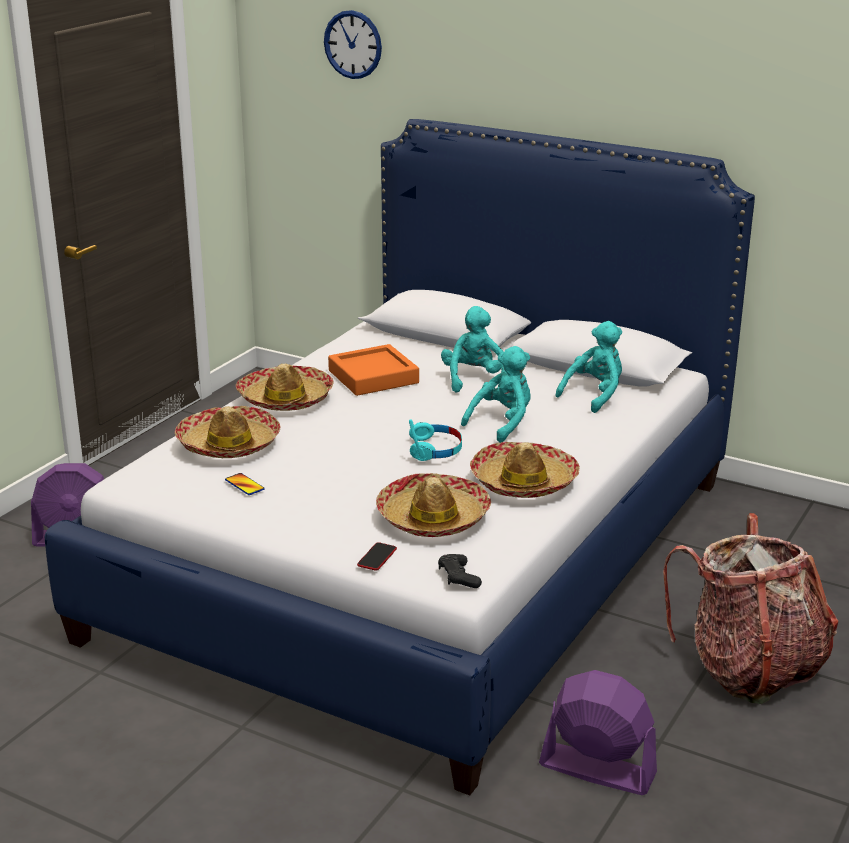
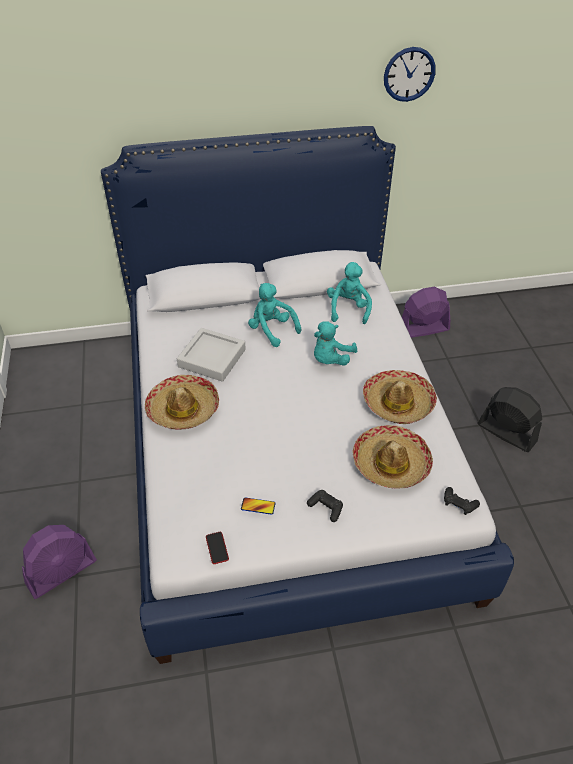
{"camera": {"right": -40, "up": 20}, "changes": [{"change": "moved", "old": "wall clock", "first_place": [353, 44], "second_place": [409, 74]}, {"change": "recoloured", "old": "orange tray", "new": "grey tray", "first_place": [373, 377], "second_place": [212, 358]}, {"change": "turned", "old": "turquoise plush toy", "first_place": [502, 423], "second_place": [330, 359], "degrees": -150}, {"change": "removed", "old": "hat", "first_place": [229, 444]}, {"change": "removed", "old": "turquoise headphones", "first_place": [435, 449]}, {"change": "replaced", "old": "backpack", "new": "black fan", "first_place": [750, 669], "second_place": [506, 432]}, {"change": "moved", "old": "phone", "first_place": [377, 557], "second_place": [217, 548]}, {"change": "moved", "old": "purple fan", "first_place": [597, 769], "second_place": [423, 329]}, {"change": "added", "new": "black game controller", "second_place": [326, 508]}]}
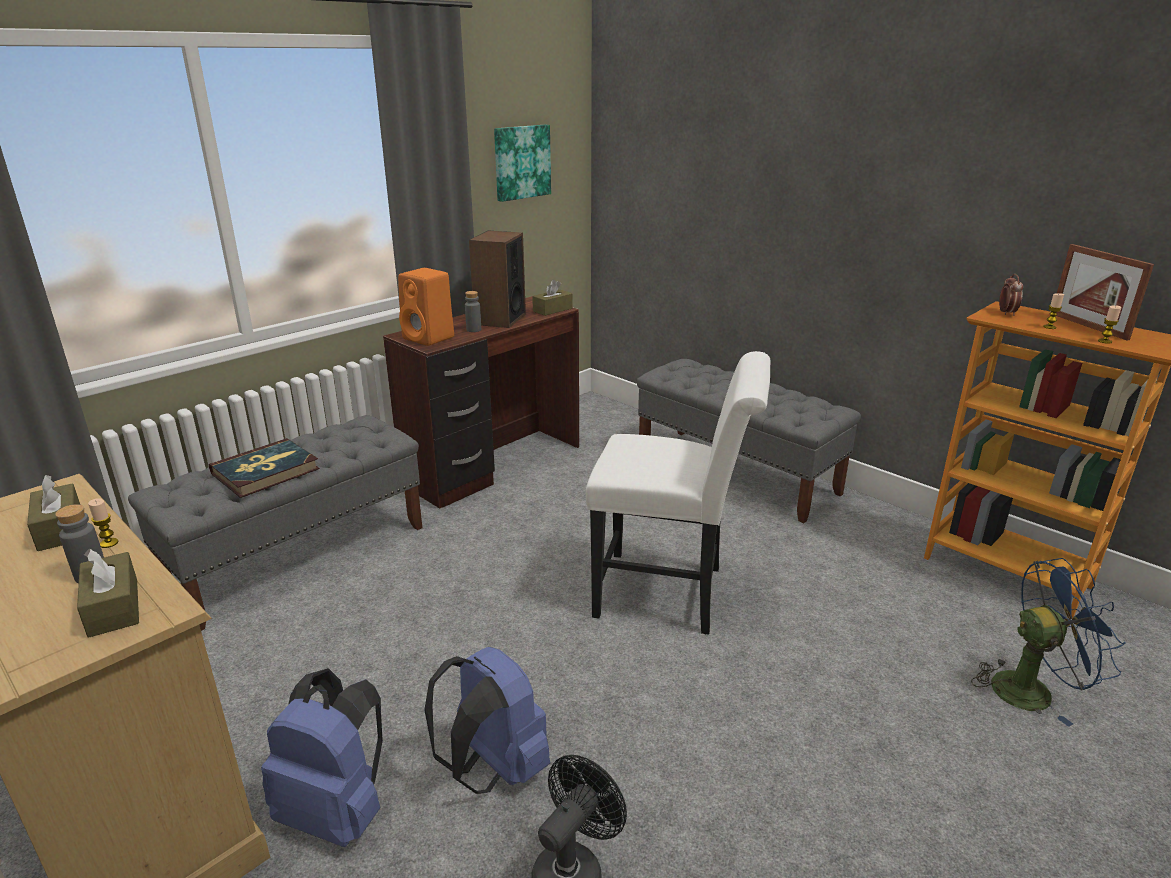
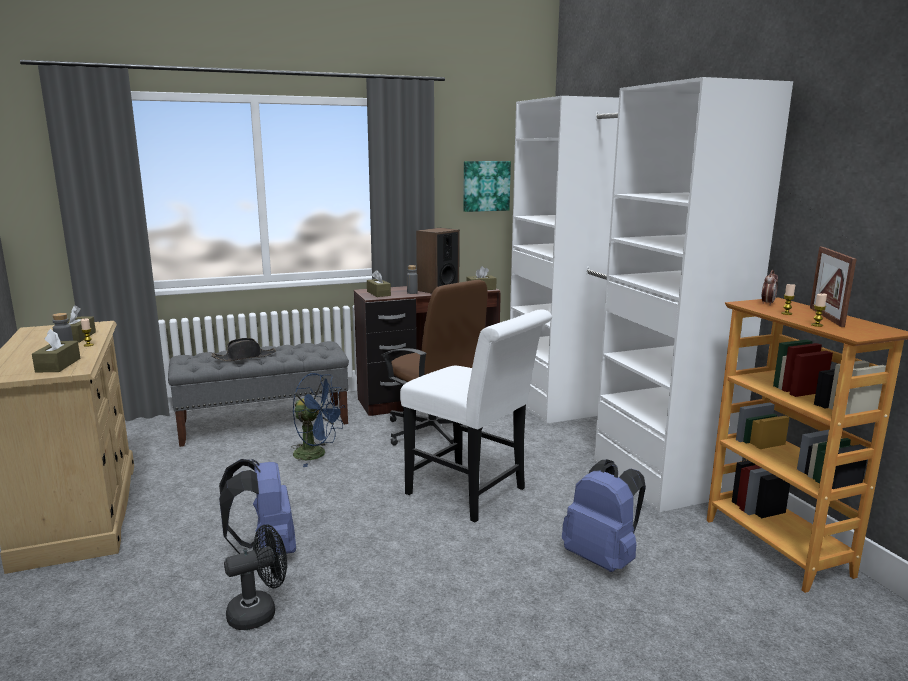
{"camera": {"right": 25, "up": -10}, "changes": [{"change": "replaced", "old": "orange speaker", "new": "brown tissue box", "first_place": [430, 338], "second_place": [378, 293]}, {"change": "replaced", "old": "grey bench", "new": "white wardrobe", "first_place": [736, 473], "second_place": [603, 436]}, {"change": "replaced", "old": "book", "new": "black hat", "first_place": [266, 471], "second_place": [244, 357]}, {"change": "moved", "old": "blue fan", "first_place": [1031, 689], "second_place": [317, 454]}, {"change": "moved", "old": "blue backpack", "first_place": [337, 811], "second_place": [602, 558]}, {"change": "added", "new": "brown office chair", "second_place": [433, 432]}]}
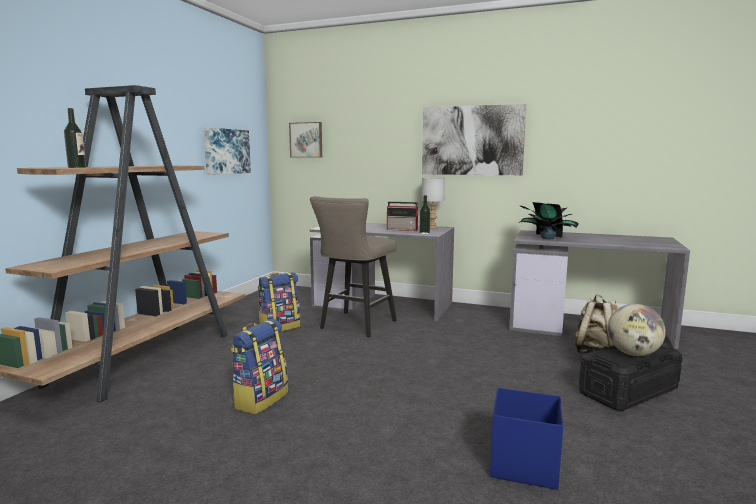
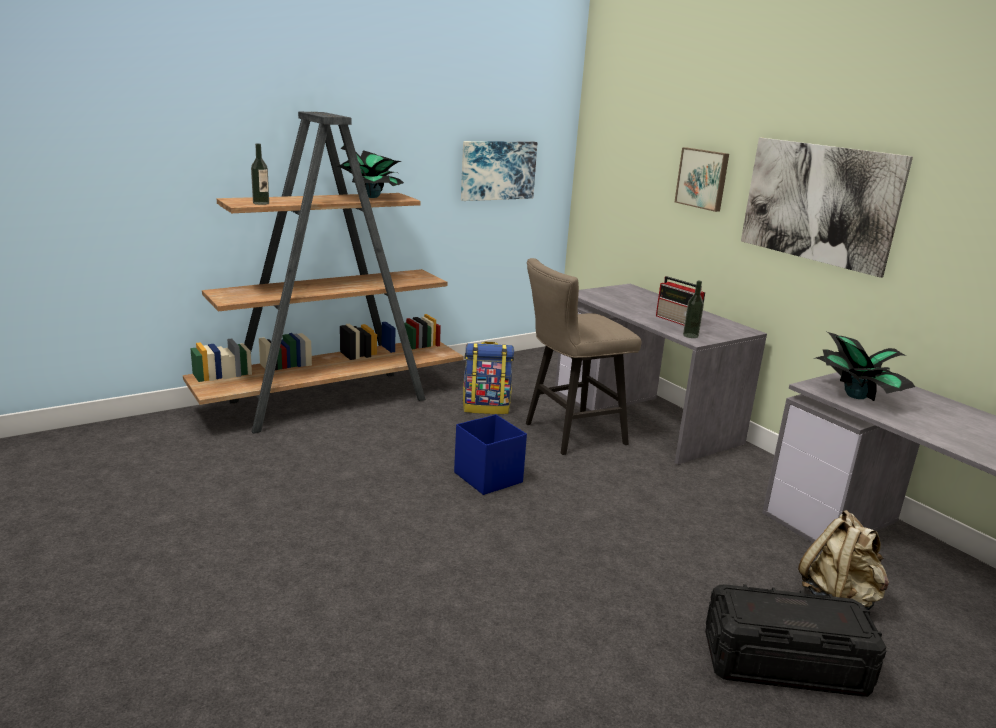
{"camera": {"right": 35, "up": 10}, "changes": [{"change": "moved", "old": "picture", "first_place": [306, 140], "second_place": [703, 178]}, {"change": "removed", "old": "grey table lamp", "first_place": [432, 227]}, {"change": "removed", "old": "globe", "first_place": [633, 354]}, {"change": "removed", "old": "backpack", "first_place": [260, 399]}, {"change": "moved", "old": "blue storage box", "first_place": [522, 465], "second_place": [488, 477]}, {"change": "added", "new": "potted plant", "second_place": [371, 196]}]}
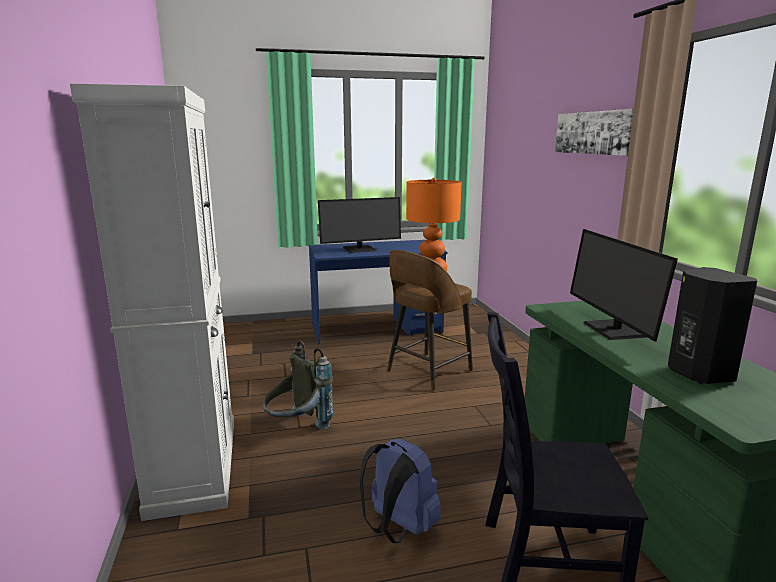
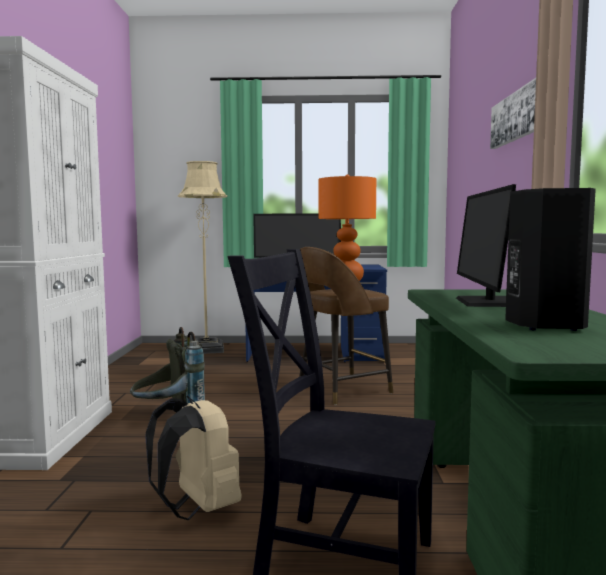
{"camera": {"right": 15, "up": -10}, "changes": [{"change": "recoloured", "old": "blue backpack", "new": "beige backpack", "first_place": [398, 528], "second_place": [198, 509]}, {"change": "added", "new": "beige floor lamp", "second_place": [206, 349]}]}
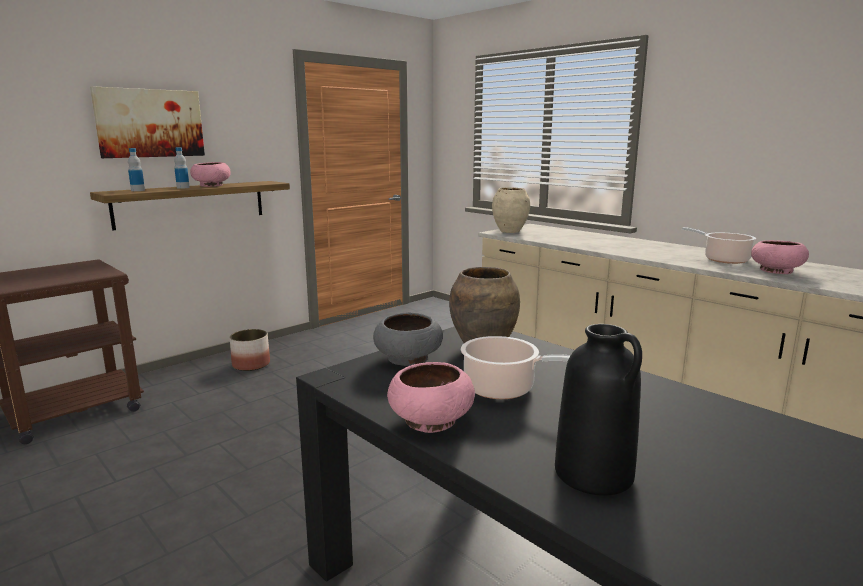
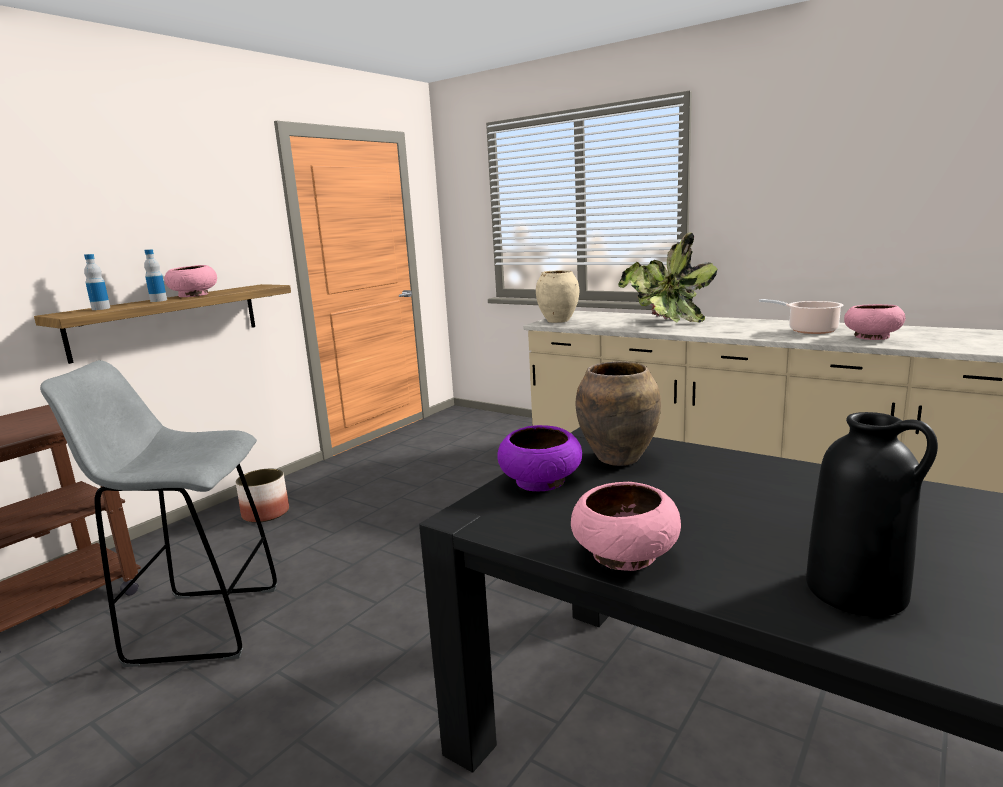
{"camera": {"right": -10, "up": 0}, "changes": [{"change": "removed", "old": "picture", "first_place": [150, 123]}, {"change": "recoloured", "old": "grey bowl", "new": "purple bowl", "first_place": [408, 359], "second_place": [541, 482]}, {"change": "removed", "old": "cooking pot", "first_place": [504, 389]}, {"change": "added", "new": "potted plant", "second_place": [662, 322]}, {"change": "added", "new": "grey stool", "second_place": [200, 625]}]}
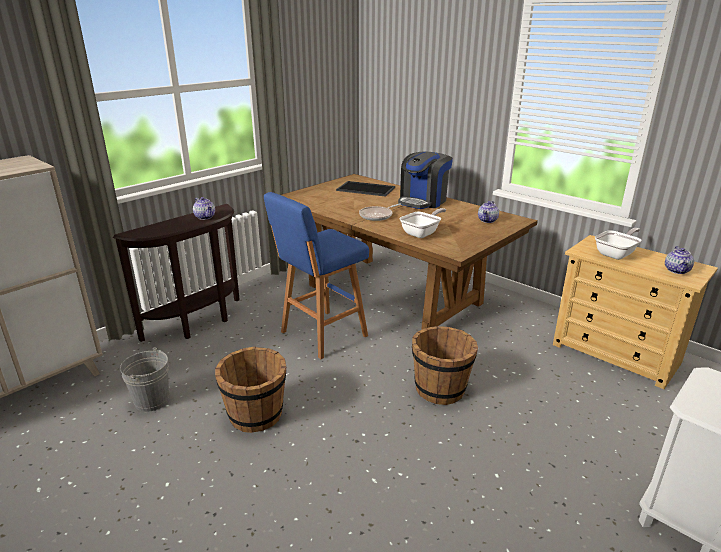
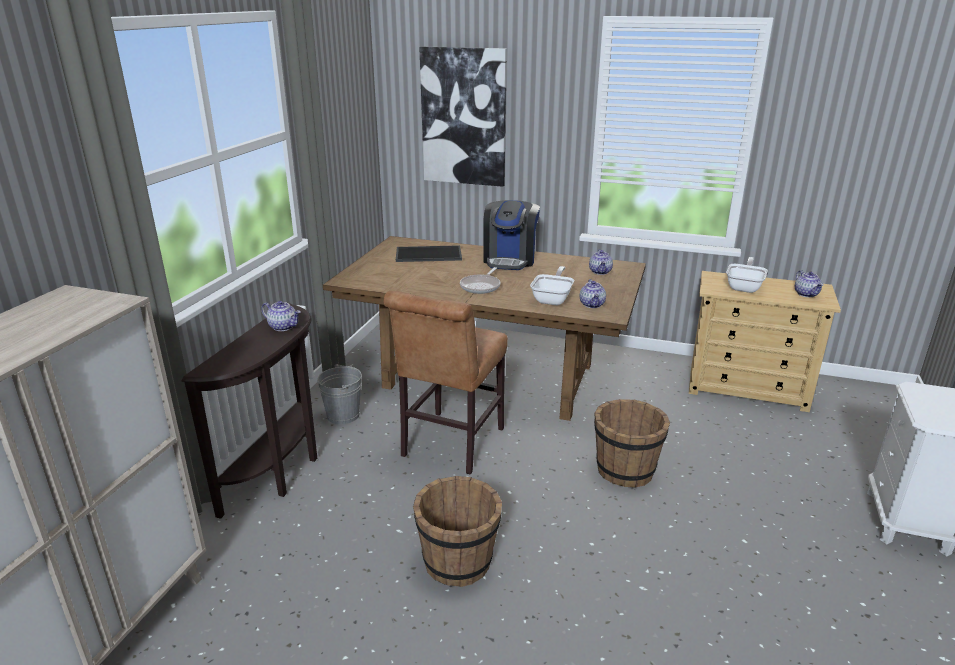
{"camera": {"right": -25, "up": 0}, "changes": [{"change": "replaced", "old": "blue stool", "new": "brown chair", "first_place": [321, 335], "second_place": [450, 445]}, {"change": "moved", "old": "grey bucket", "first_place": [152, 400], "second_place": [343, 415]}, {"change": "added", "new": "picture", "second_place": [464, 117]}, {"change": "added", "new": "teapot", "second_place": [592, 304]}]}
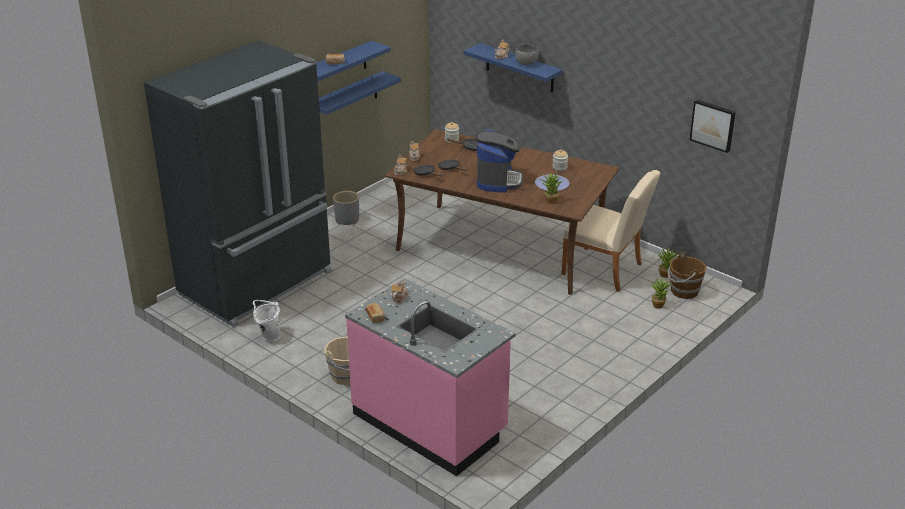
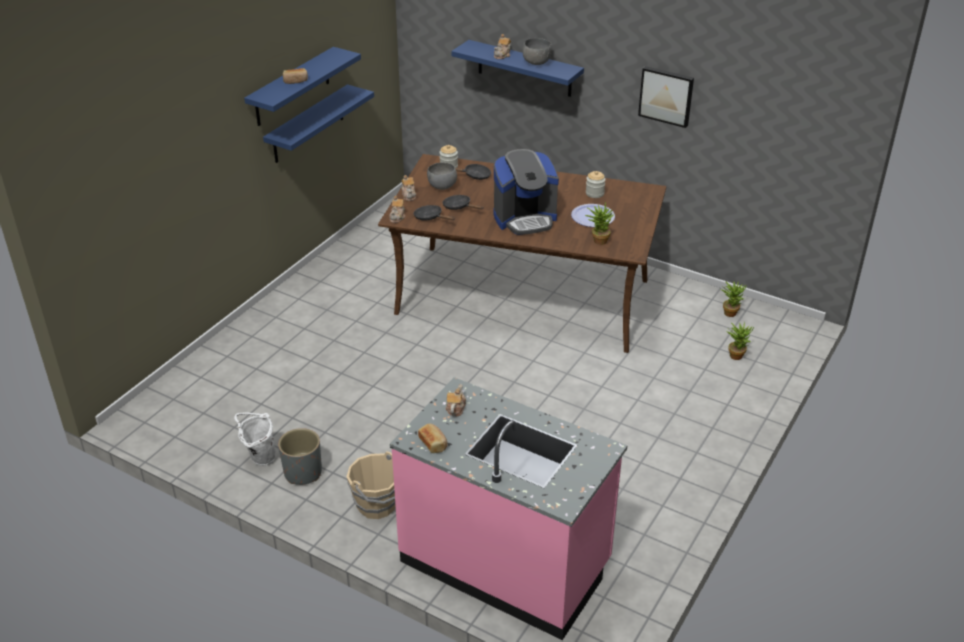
{"camera": {"right": -10, "up": 5}, "changes": [{"change": "removed", "old": "black fridge", "first_place": [258, 284]}, {"change": "moved", "old": "picture", "first_place": [713, 125], "second_place": [666, 96]}, {"change": "turned", "old": "coffee machine", "first_place": [498, 181], "second_place": [525, 218], "degrees": 75}, {"change": "removed", "old": "beige chair", "first_place": [607, 270]}, {"change": "moved", "old": "grey planter", "first_place": [347, 220], "second_place": [303, 472]}, {"change": "removed", "old": "brown bucket", "first_place": [683, 291]}, {"change": "added", "new": "grey bowl", "second_place": [441, 187]}]}
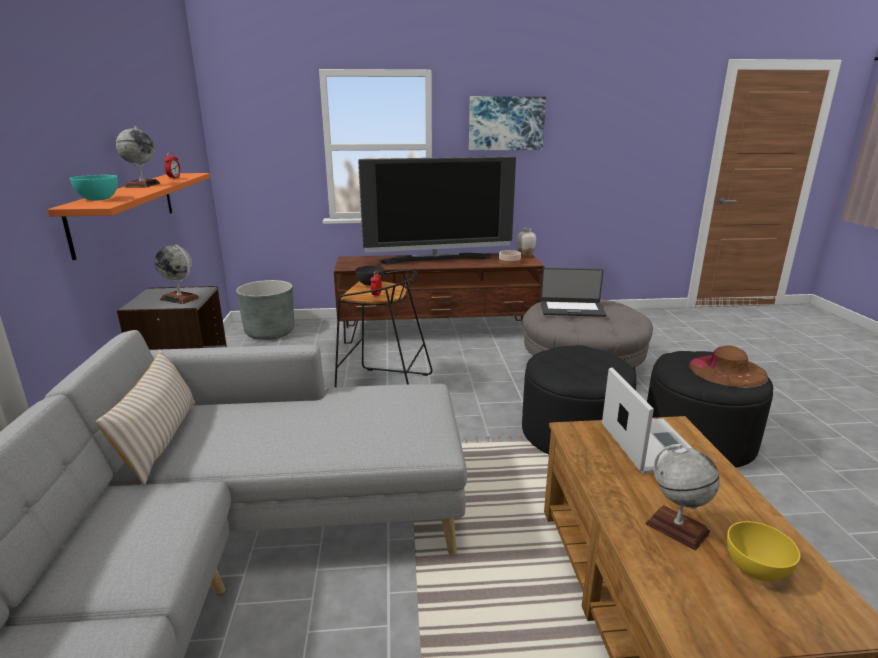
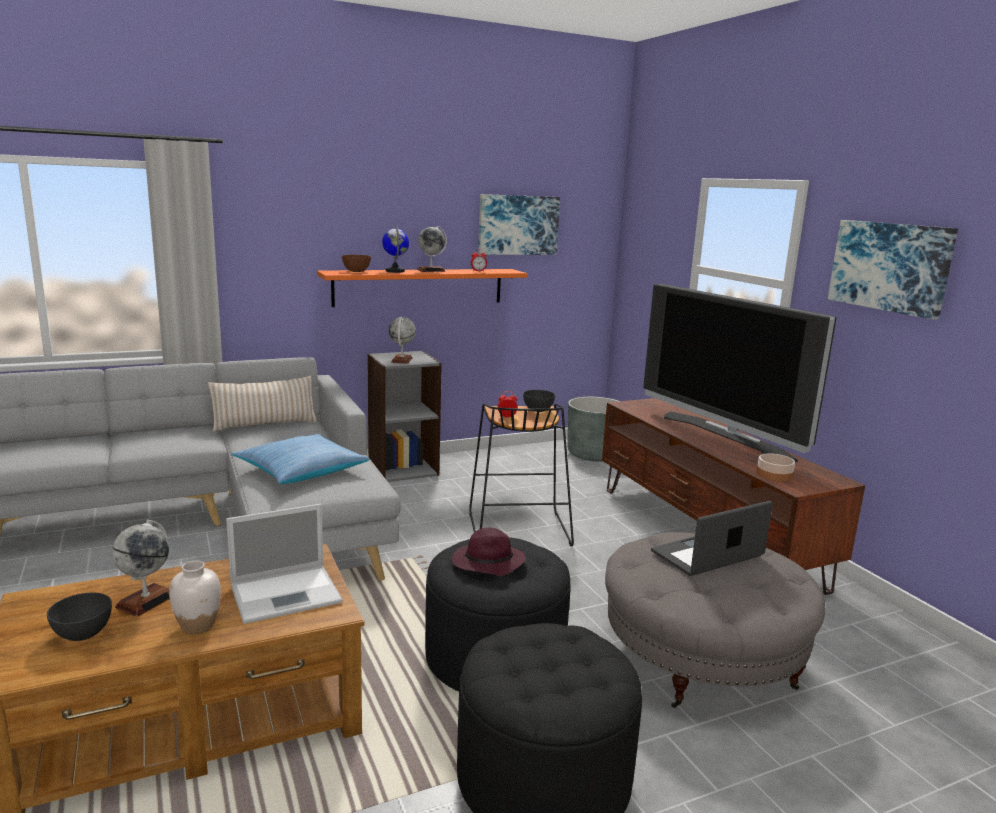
{"camera": {"right": 70, "up": -5}, "changes": [{"change": "recoloured", "old": "turquoise bowl", "new": "brown bowl", "first_place": [98, 199], "second_place": [356, 271]}, {"change": "moved", "old": "white vase", "first_place": [525, 255], "second_place": [198, 626]}, {"change": "turned", "old": "laptop", "first_place": [571, 309], "second_place": [708, 555], "degrees": 75}, {"change": "removed", "old": "brown hat", "first_place": [727, 371]}, {"change": "recoloured", "old": "yellow bowl", "new": "grey bowl", "first_place": [756, 569], "second_place": [83, 634]}, {"change": "added", "new": "picture", "second_place": [518, 225]}, {"change": "added", "new": "globe", "second_place": [395, 271]}, {"change": "added", "new": "pillow", "second_place": [301, 470]}, {"change": "added", "new": "purple hat", "second_place": [487, 563]}]}
